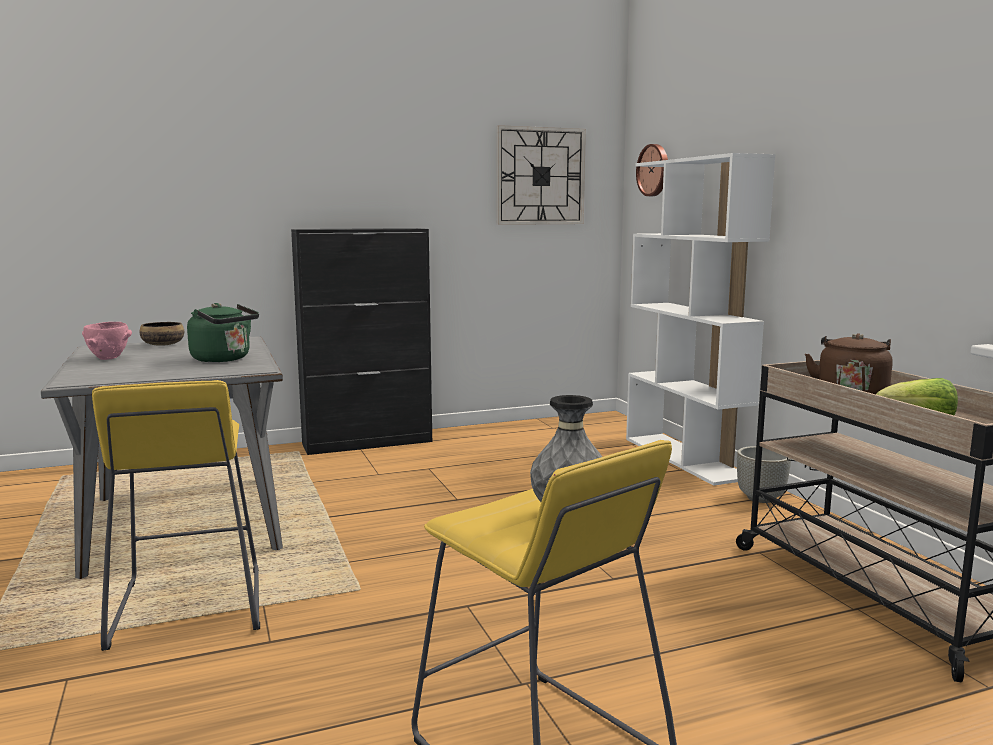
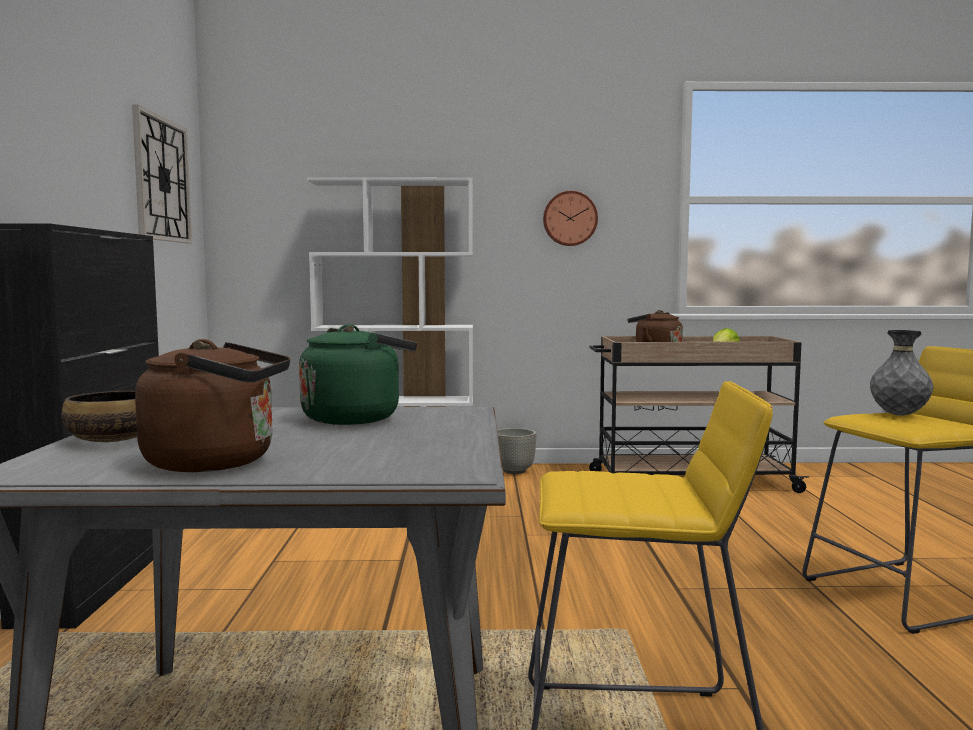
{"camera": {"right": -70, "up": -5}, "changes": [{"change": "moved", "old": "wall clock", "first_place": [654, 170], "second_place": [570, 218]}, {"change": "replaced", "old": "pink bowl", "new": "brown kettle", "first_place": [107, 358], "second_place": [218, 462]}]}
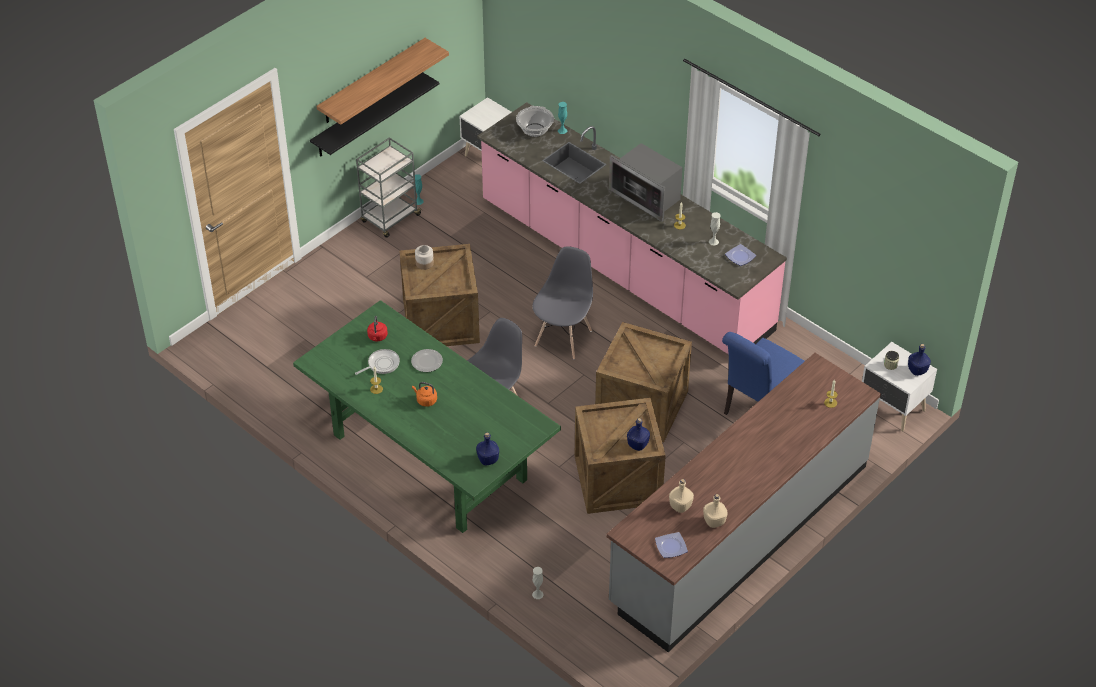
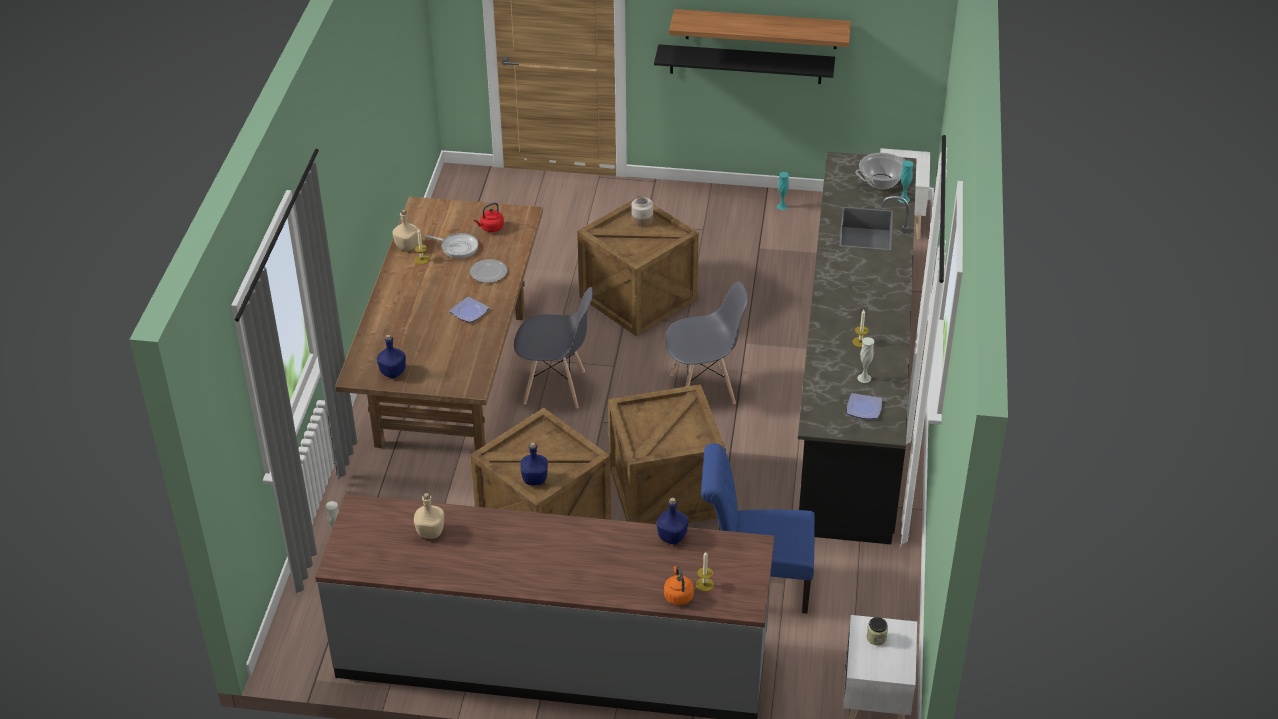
{"camera": {"right": 55, "up": -5}, "changes": [{"change": "recoloured", "old": "pink counter", "new": "black counter", "first_place": [624, 267], "second_place": [852, 383]}, {"change": "removed", "old": "grey cart", "first_place": [390, 219]}, {"change": "removed", "old": "microwave", "first_place": [647, 196]}, {"change": "recoloured", "old": "green dining table", "new": "brown dining table", "first_place": [428, 456], "second_place": [452, 376]}, {"change": "moved", "old": "blue bottle", "first_place": [917, 370], "second_place": [672, 536]}, {"change": "moved", "old": "orange kettle", "first_place": [425, 400], "second_place": [678, 595]}, {"change": "moved", "old": "beige bottle", "first_place": [714, 522], "second_place": [407, 246]}, {"change": "moved", "old": "plate", "first_place": [671, 546], "second_place": [470, 312]}]}
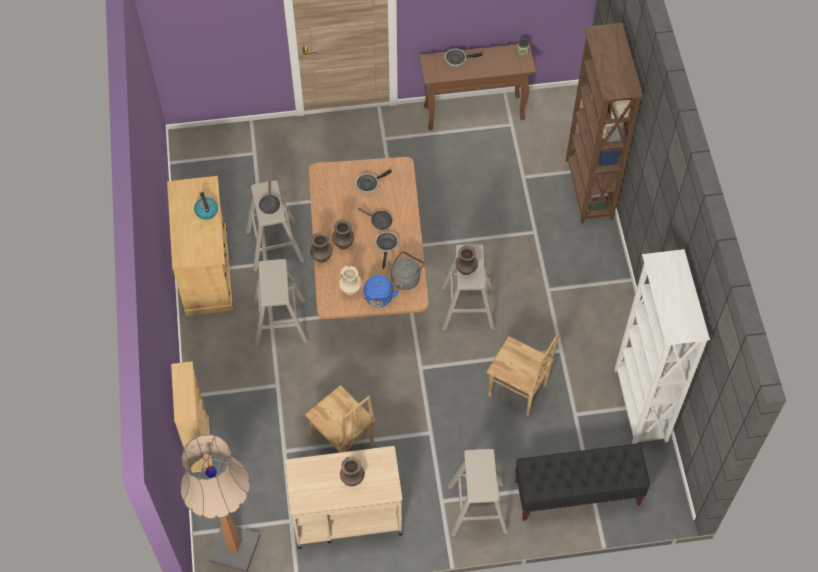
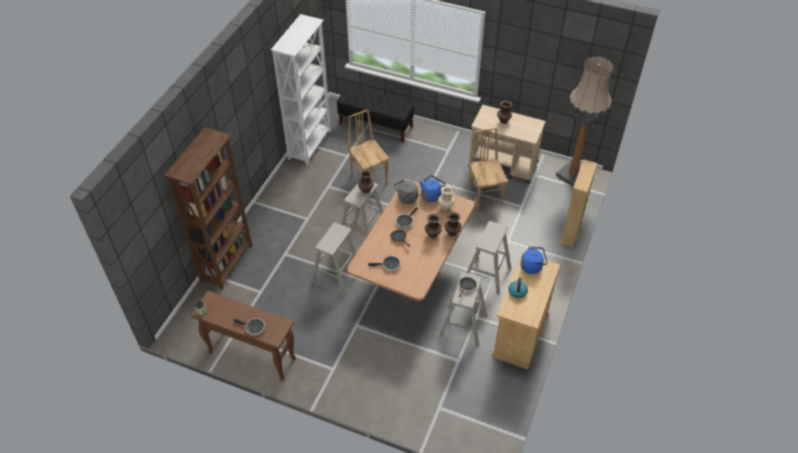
{"camera": {"right": -150, "up": -10}, "changes": [{"change": "moved", "old": "beige stool", "first_place": [477, 509], "second_place": [337, 276]}, {"change": "added", "new": "blue kettle", "second_place": [532, 266]}]}
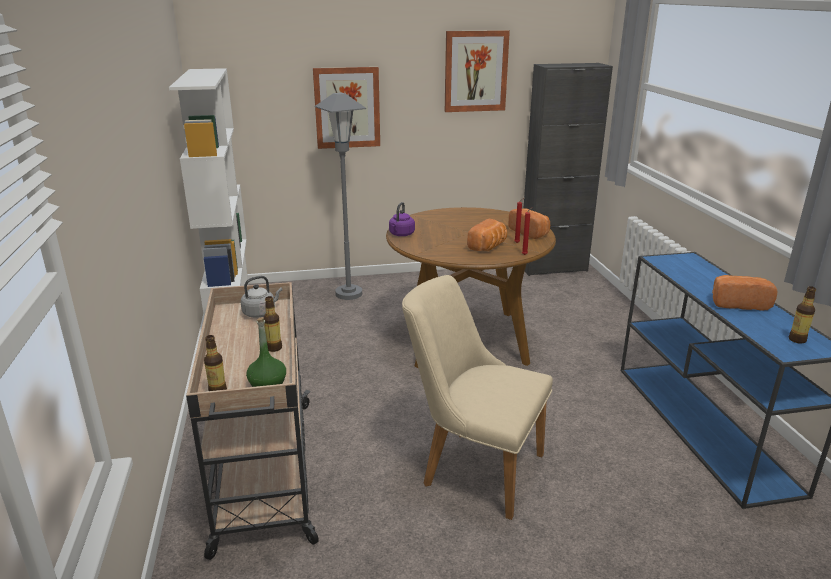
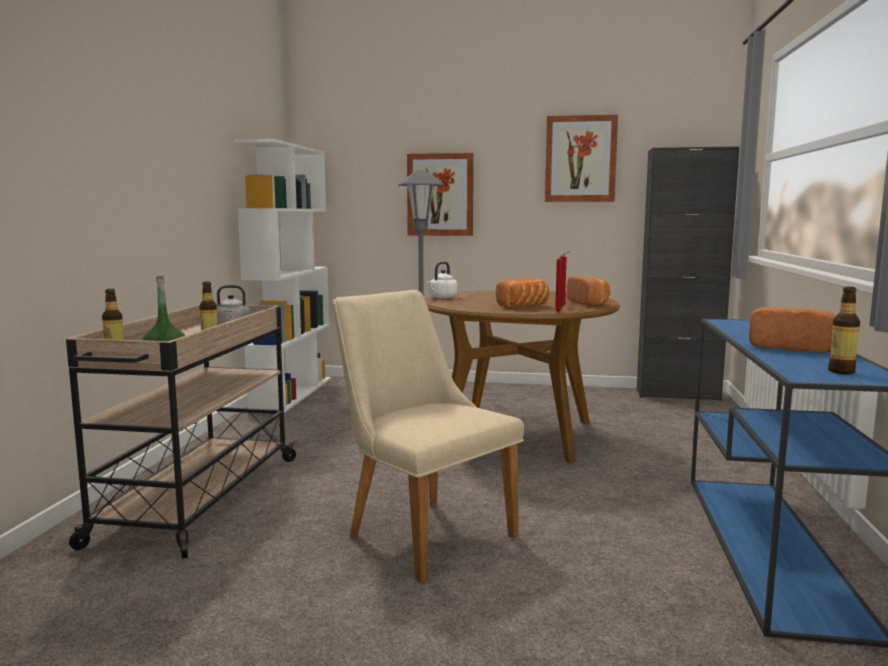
{"camera": {"right": 20, "up": -15}, "changes": [{"change": "recoloured", "old": "purple kettle", "new": "white kettle", "first_place": [401, 234], "second_place": [442, 297]}]}
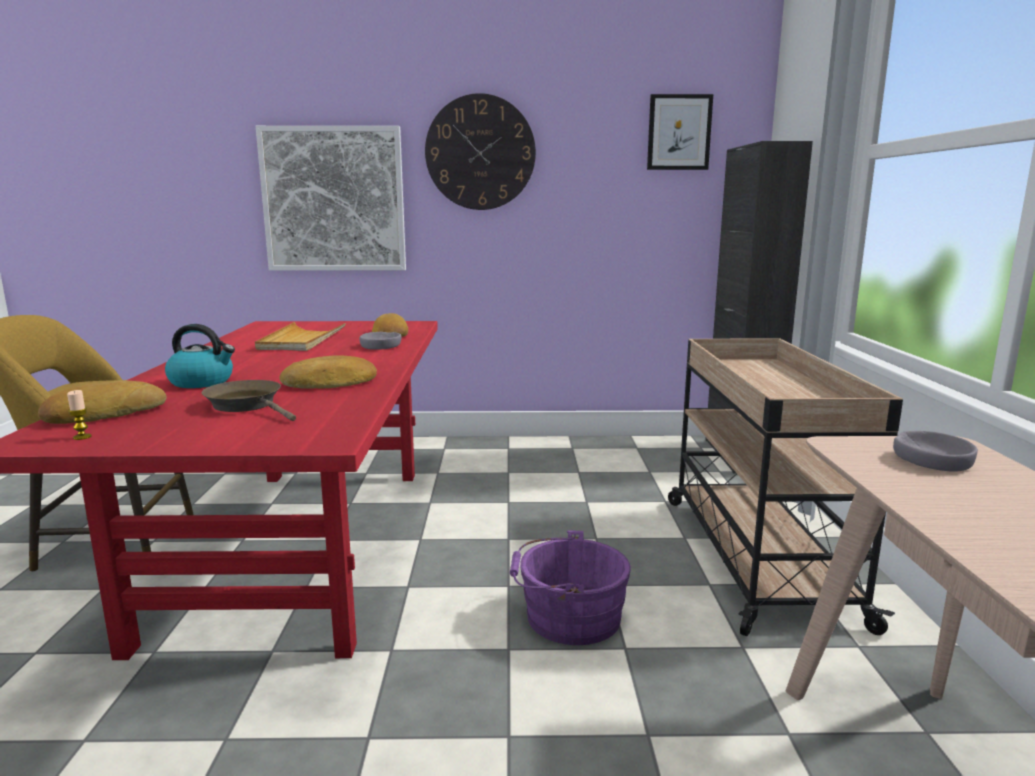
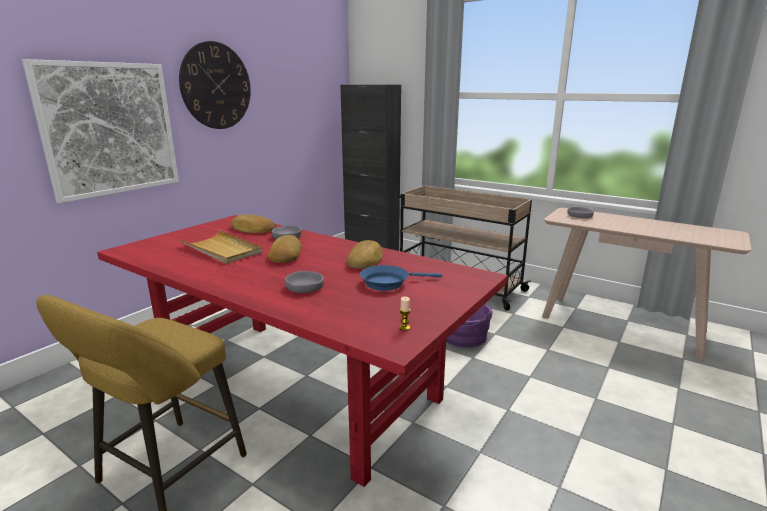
{"camera": {"right": -55, "up": 5}, "changes": [{"change": "removed", "old": "picture", "first_place": [679, 132]}, {"change": "replaced", "old": "kettle", "new": "grey bowl", "first_place": [202, 382], "second_place": [304, 287]}, {"change": "recoloured", "old": "brown frying pan", "new": "blue frying pan", "first_place": [248, 405], "second_place": [388, 283]}, {"change": "moved", "old": "bread", "first_place": [104, 413], "second_place": [285, 255]}]}
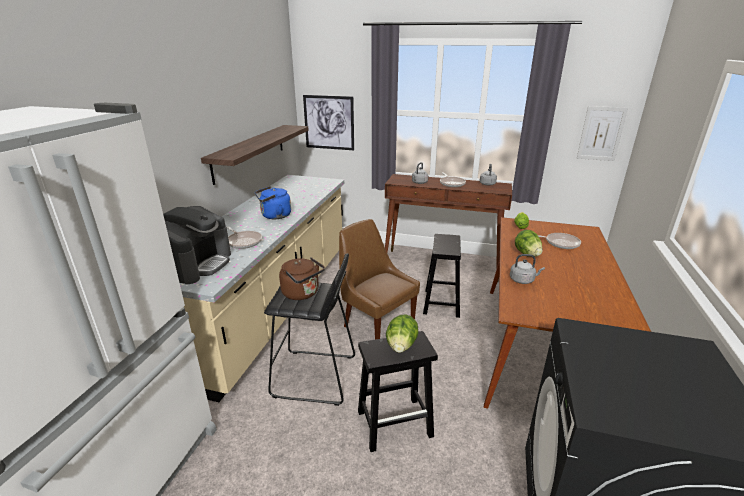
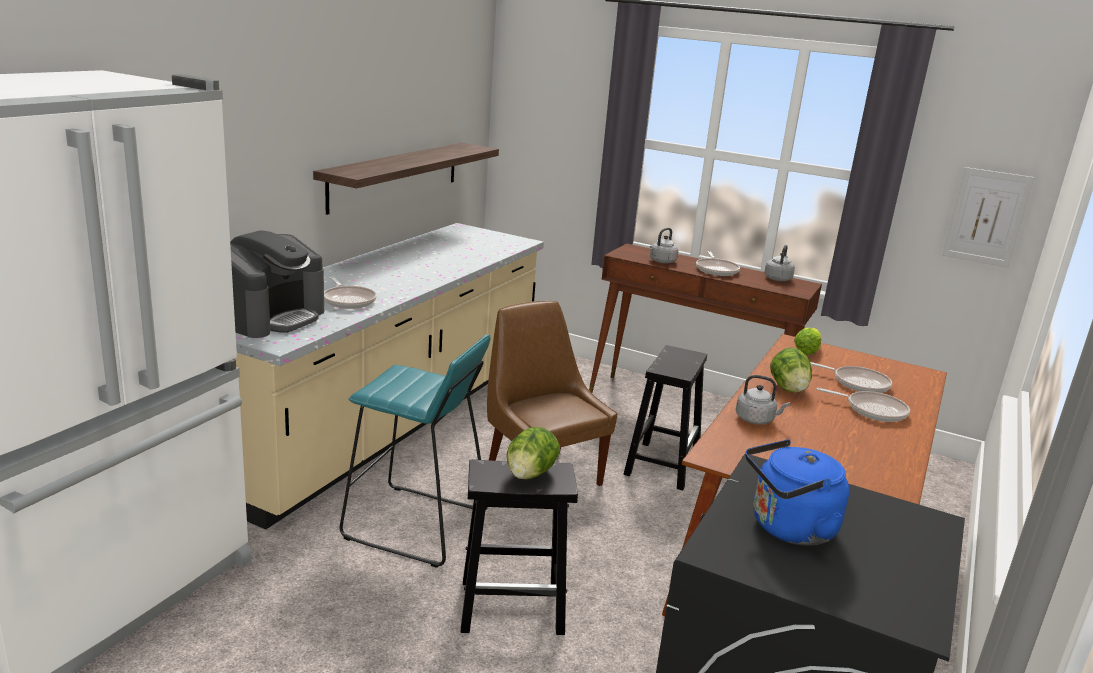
{"camera": {"right": 10, "up": -5}, "changes": [{"change": "removed", "old": "picture", "first_place": [329, 122]}, {"change": "moved", "old": "blue kettle", "first_place": [274, 216], "second_place": [788, 528]}, {"change": "recoloured", "old": "black stool", "new": "turquoise stool", "first_place": [315, 377], "second_place": [416, 525]}, {"change": "removed", "old": "brown kettle", "first_place": [302, 293]}, {"change": "added", "new": "frying pan", "second_place": [872, 410]}]}
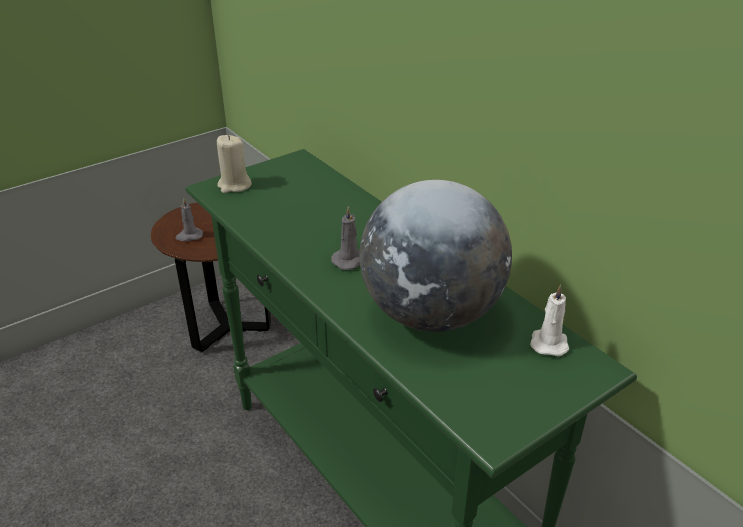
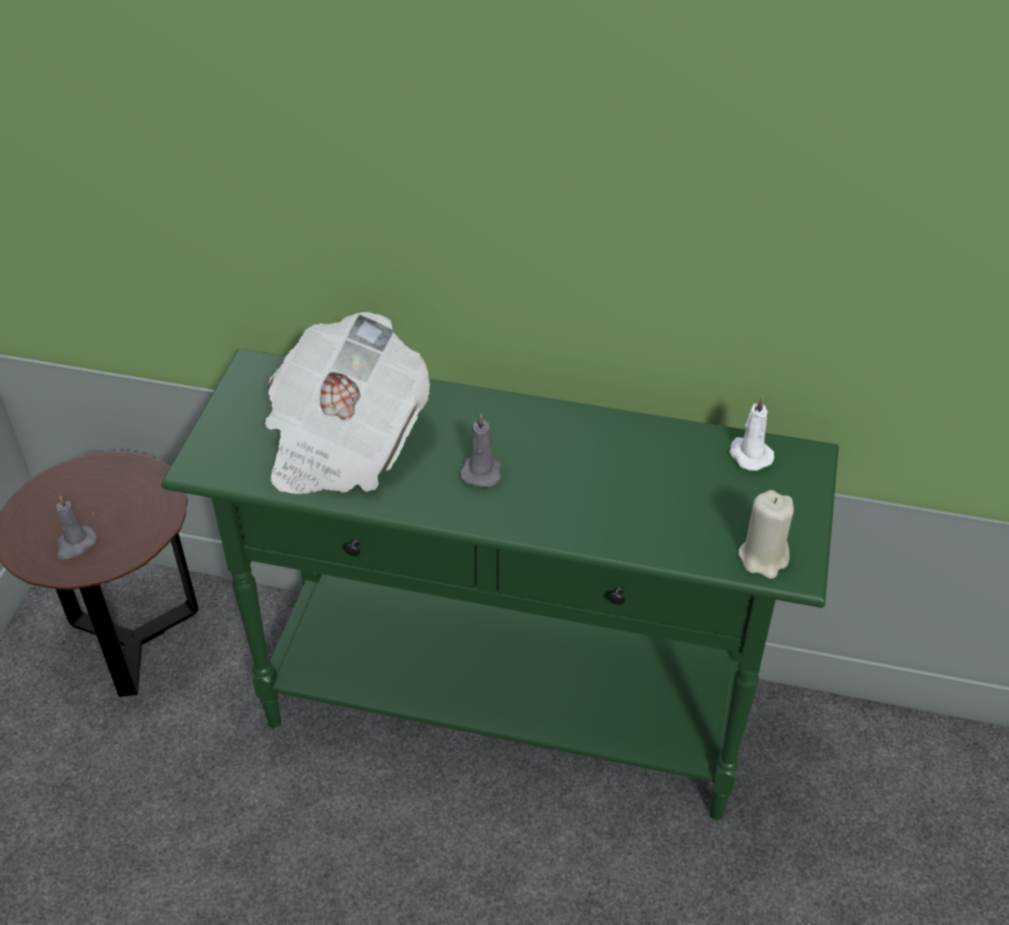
{"camera": {"right": -40, "up": 10}, "changes": [{"change": "moved", "old": "beige candle", "first_place": [234, 185], "second_place": [763, 557]}, {"change": "removed", "old": "globe", "first_place": [431, 314]}, {"change": "added", "new": "newspaper", "second_place": [343, 442]}]}
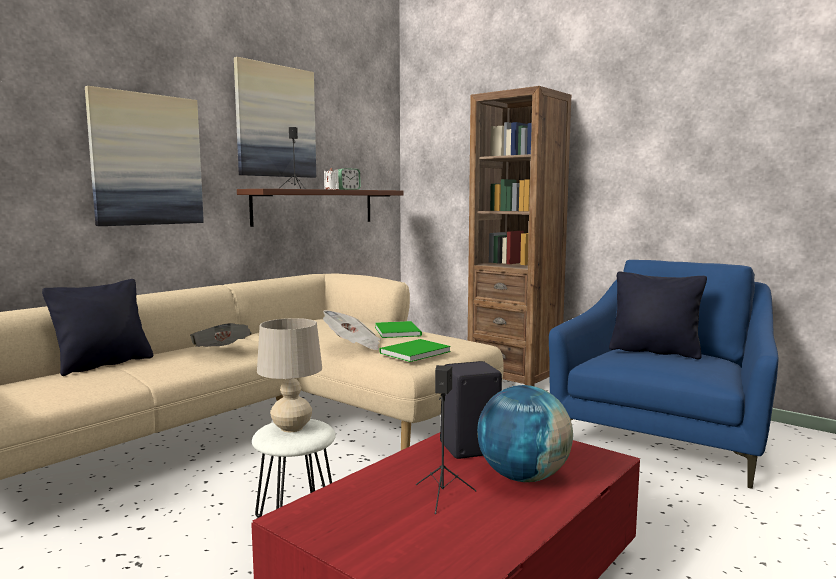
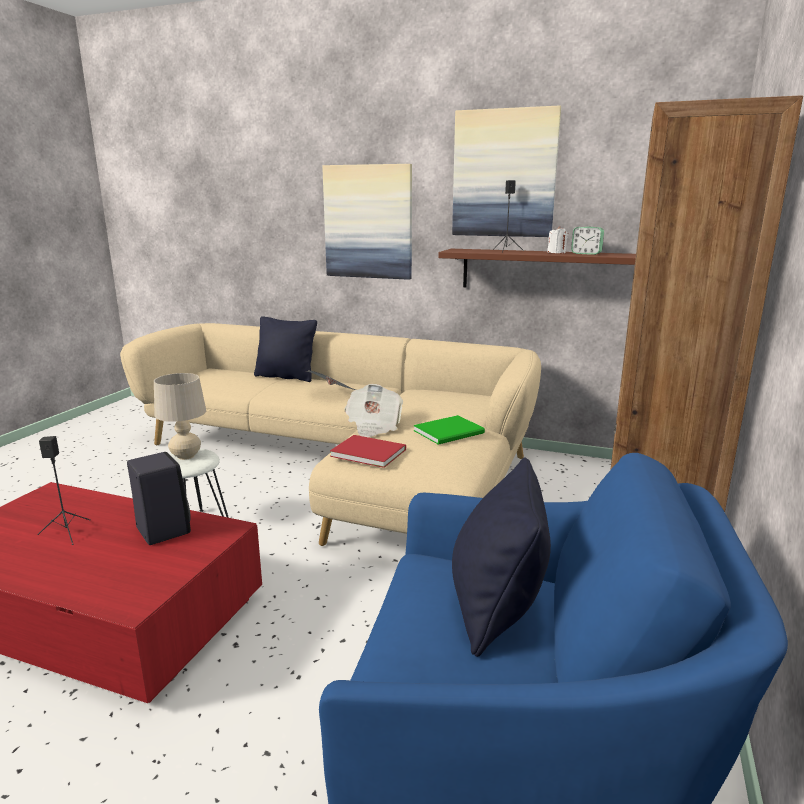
{"camera": {"right": 70, "up": 10}, "changes": [{"change": "recoloured", "old": "green book", "new": "red book", "first_place": [412, 352], "second_place": [367, 452]}, {"change": "removed", "old": "globe", "first_place": [523, 477]}]}
